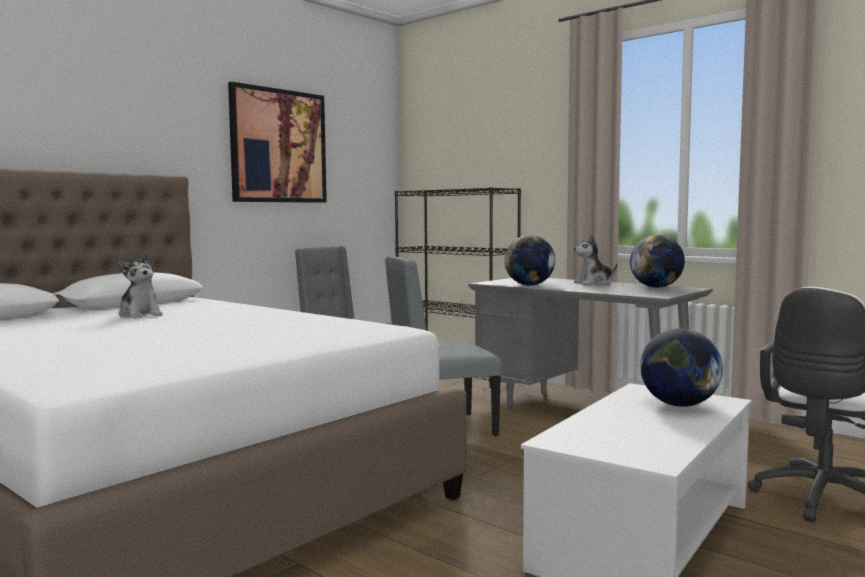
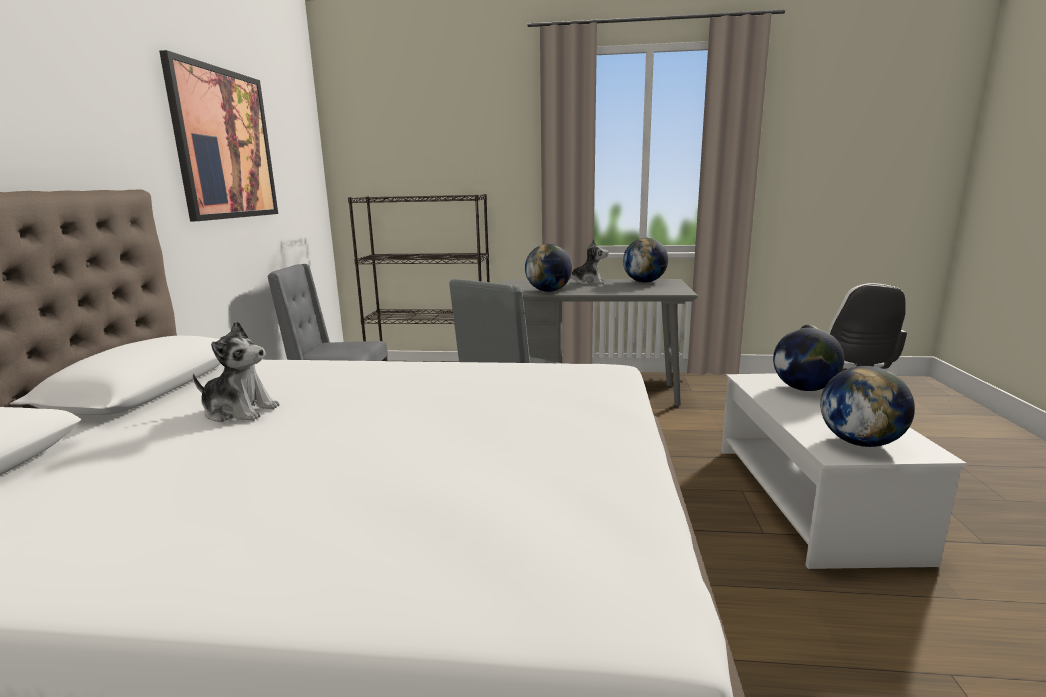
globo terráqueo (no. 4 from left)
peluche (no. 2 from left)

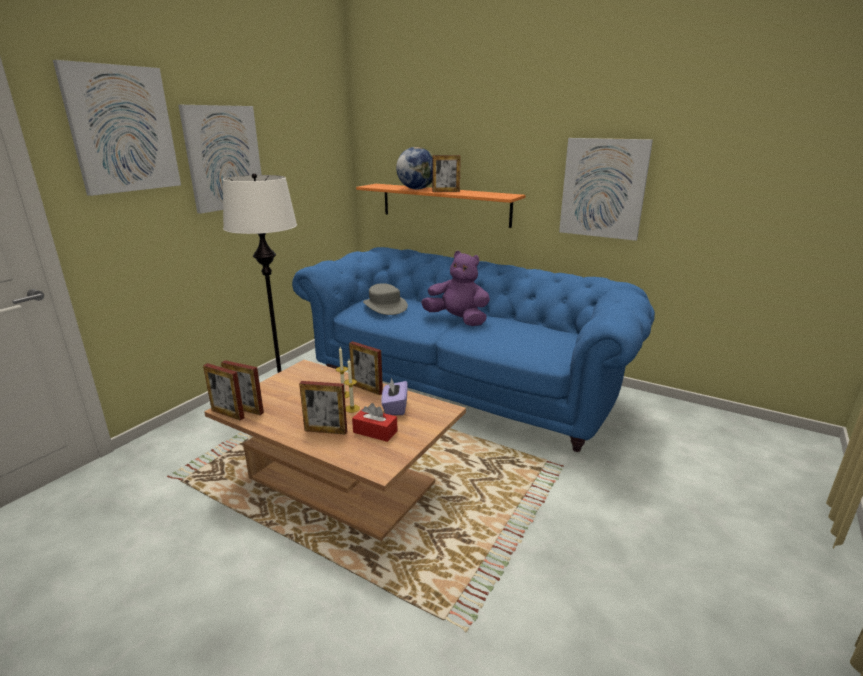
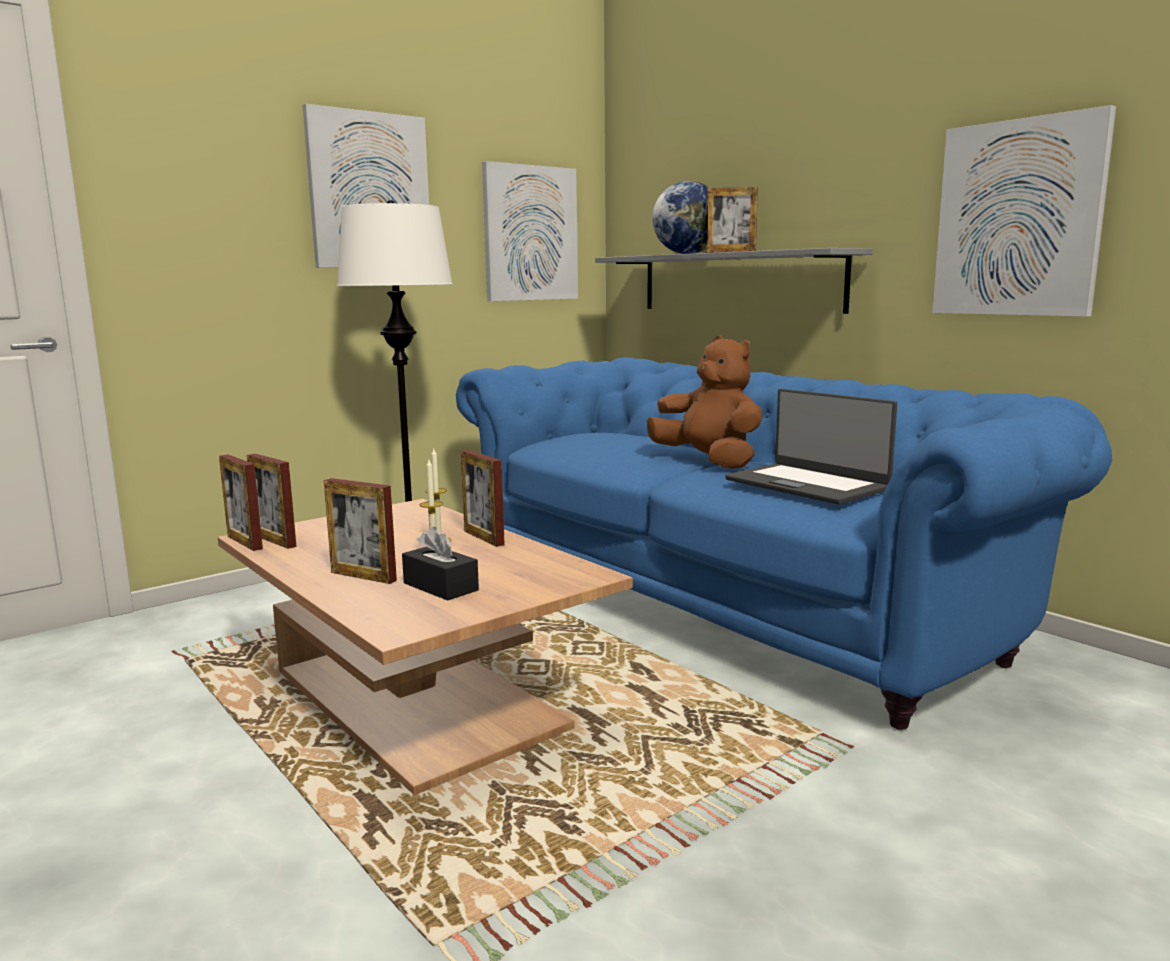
sombrero (gris)
caja de pañuelos (morado)
portátil
cuadro (no. 2 from left)
caja de pañuelos (negro)
estante (gris)
peluche (marrón)

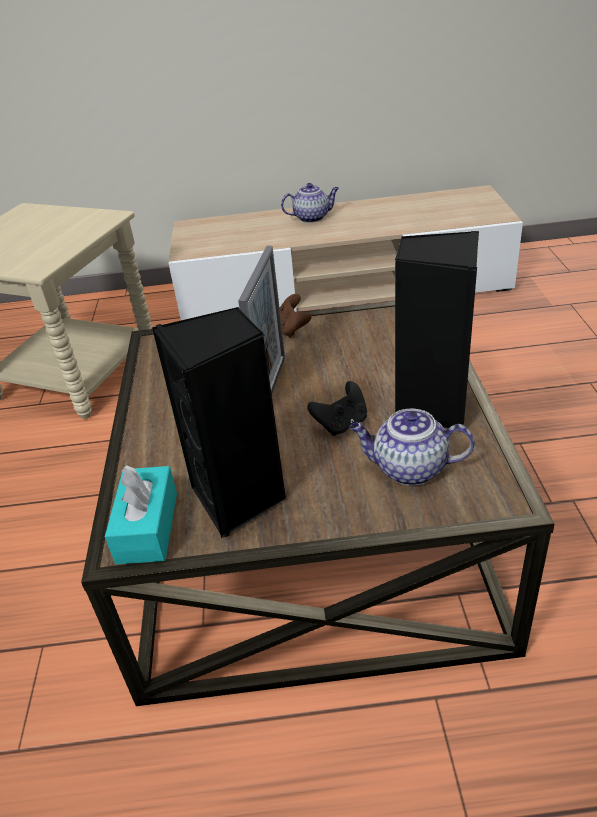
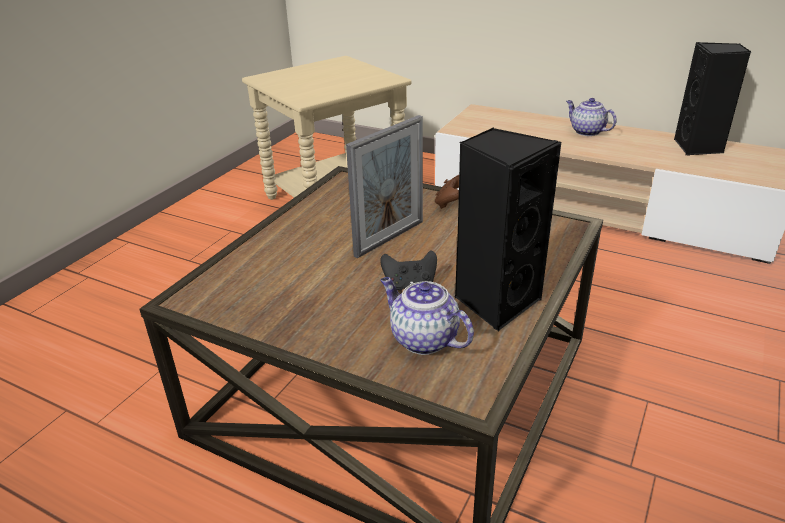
caja de pañuelos (turquesa)
altavoz (negro) (no. 2 from left)
tetera (no. 2 from left)

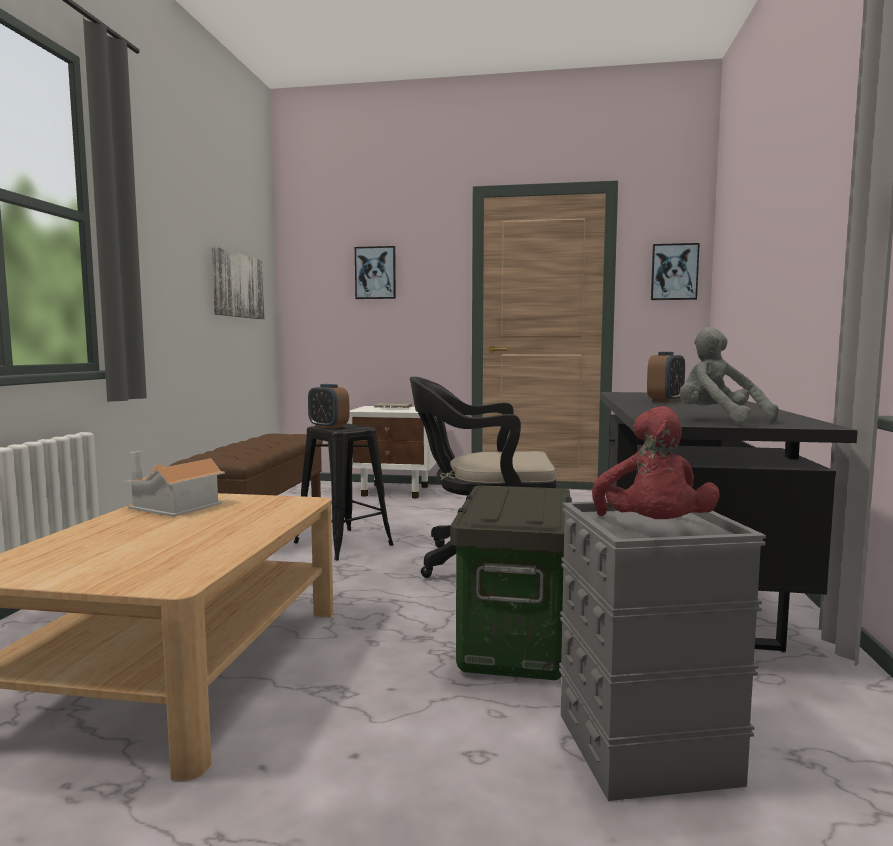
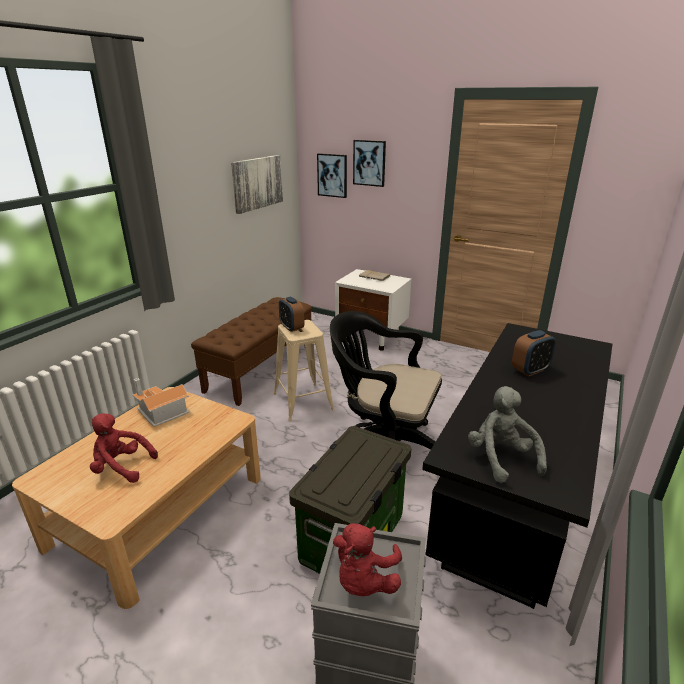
peluche (rojo) (no. 1 from left)
cuadro (no. 2 from left)
taburete (beis)

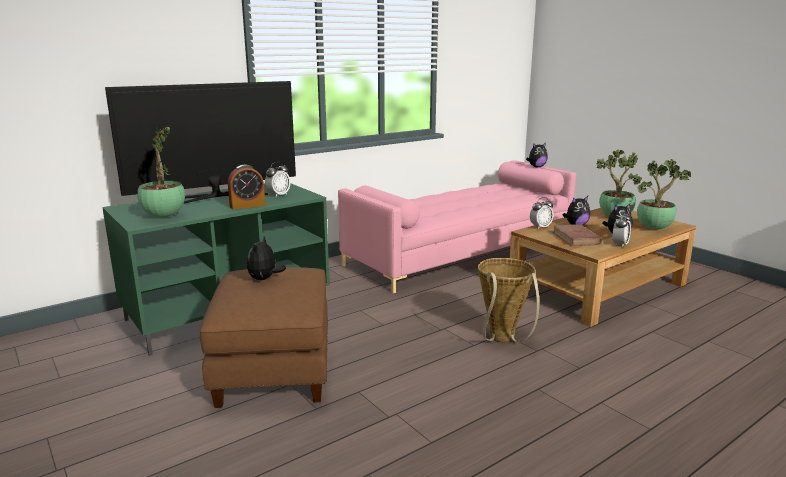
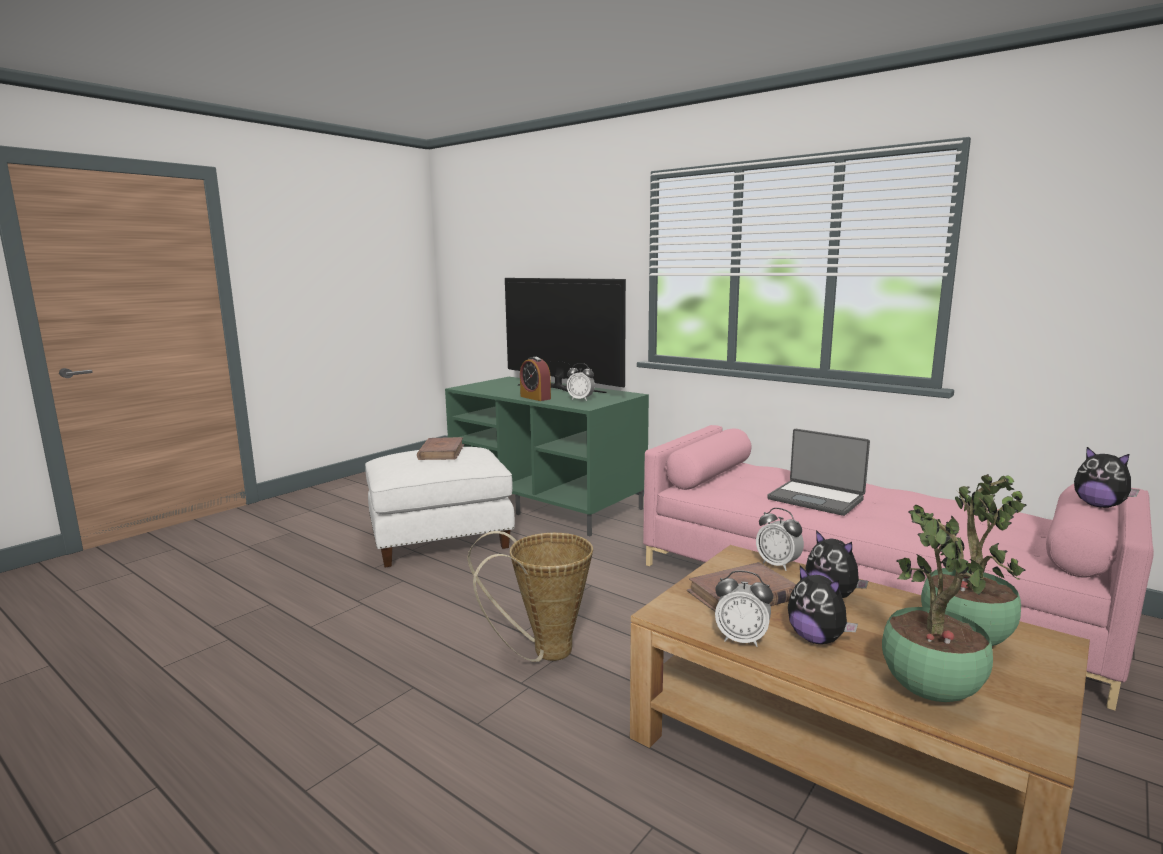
planta en maceta (no. 1 from left in the first image)
portátil
libro (marrón) (no. 1 from left)
puf (blanco)

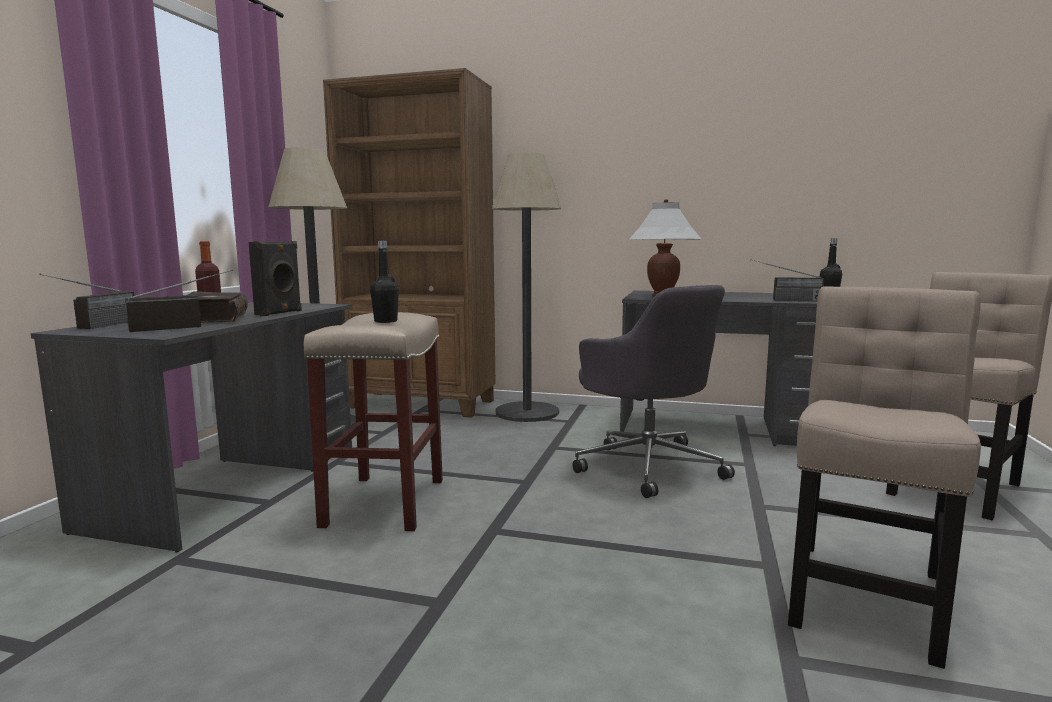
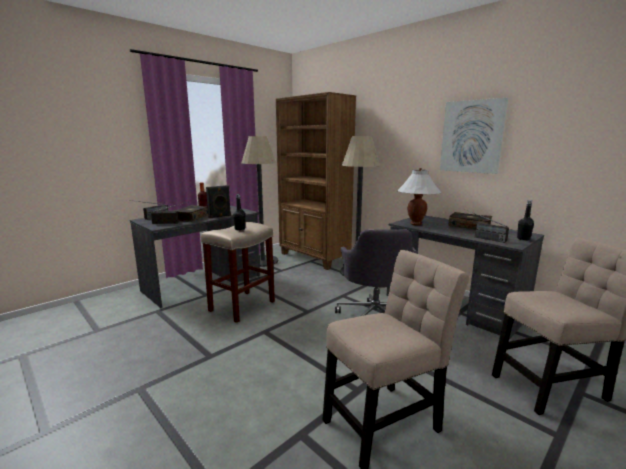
cuadro
libro (no. 2 from left)

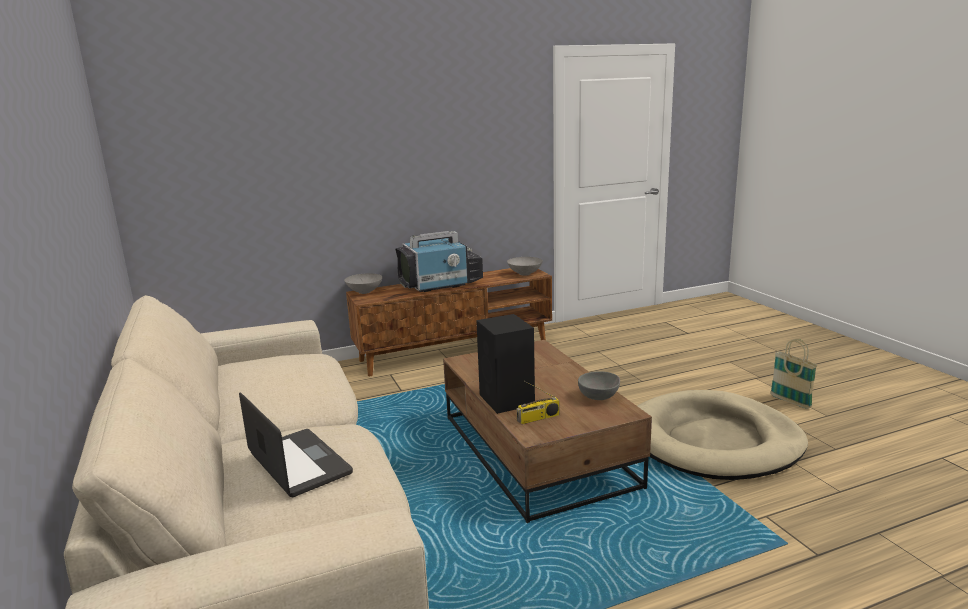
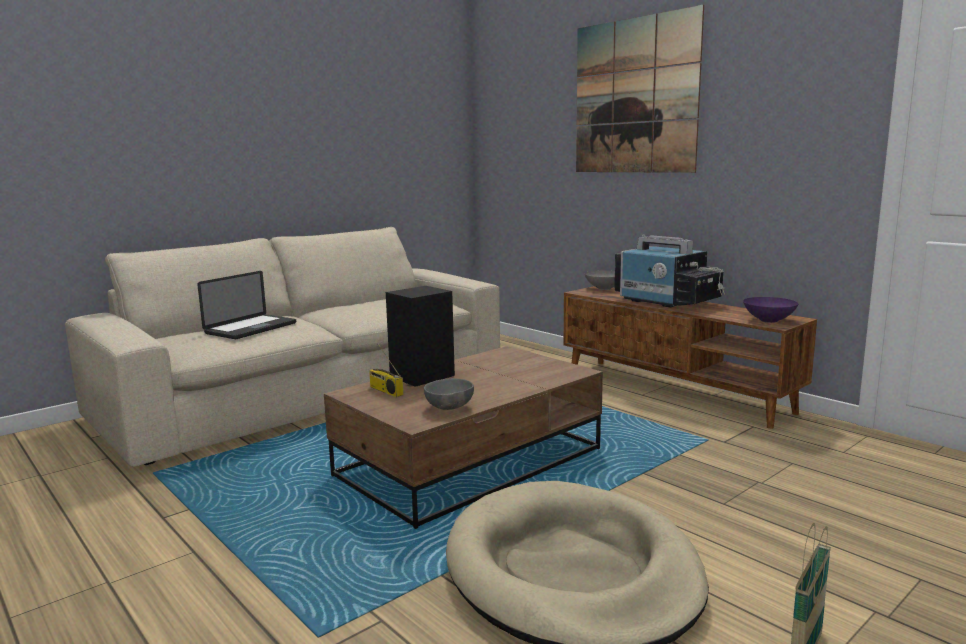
cuadro
cuenco (morado)

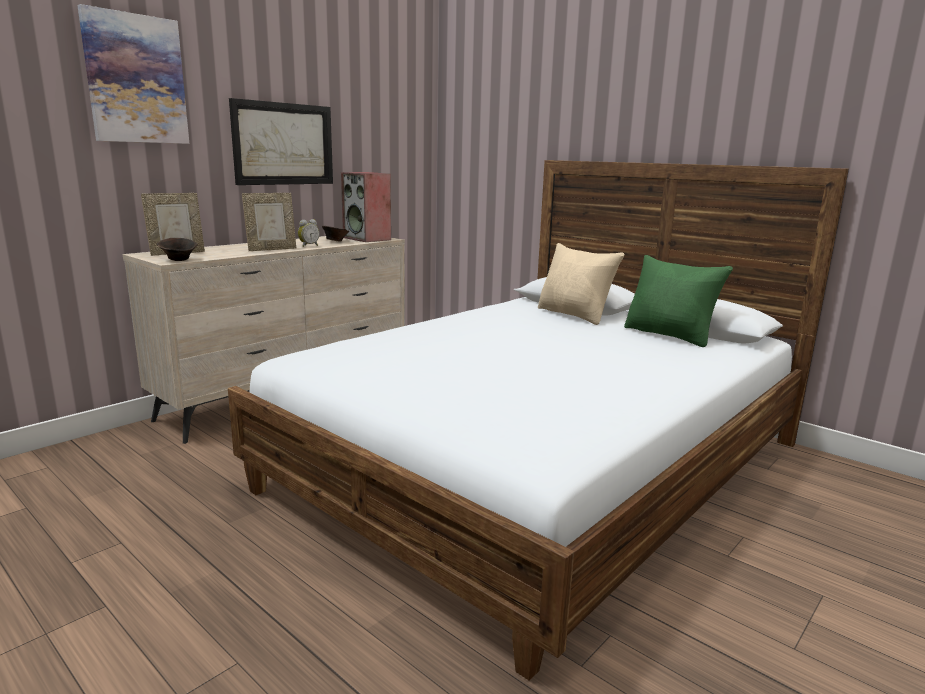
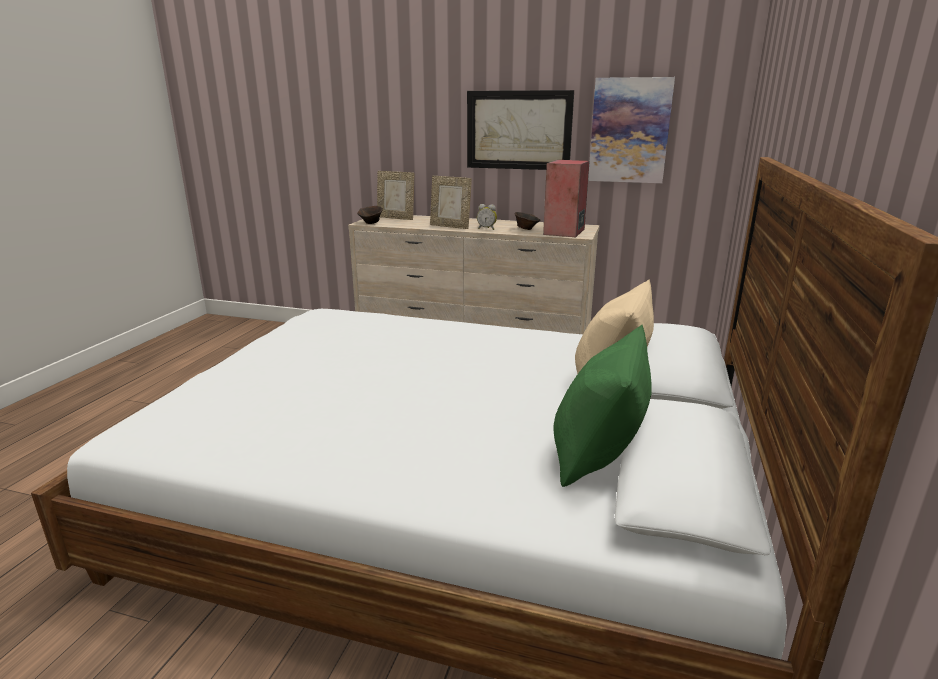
cuadro (no. 2 from left)

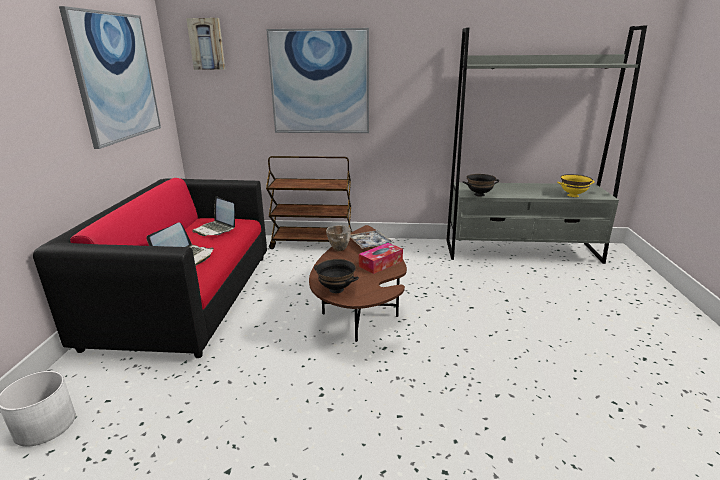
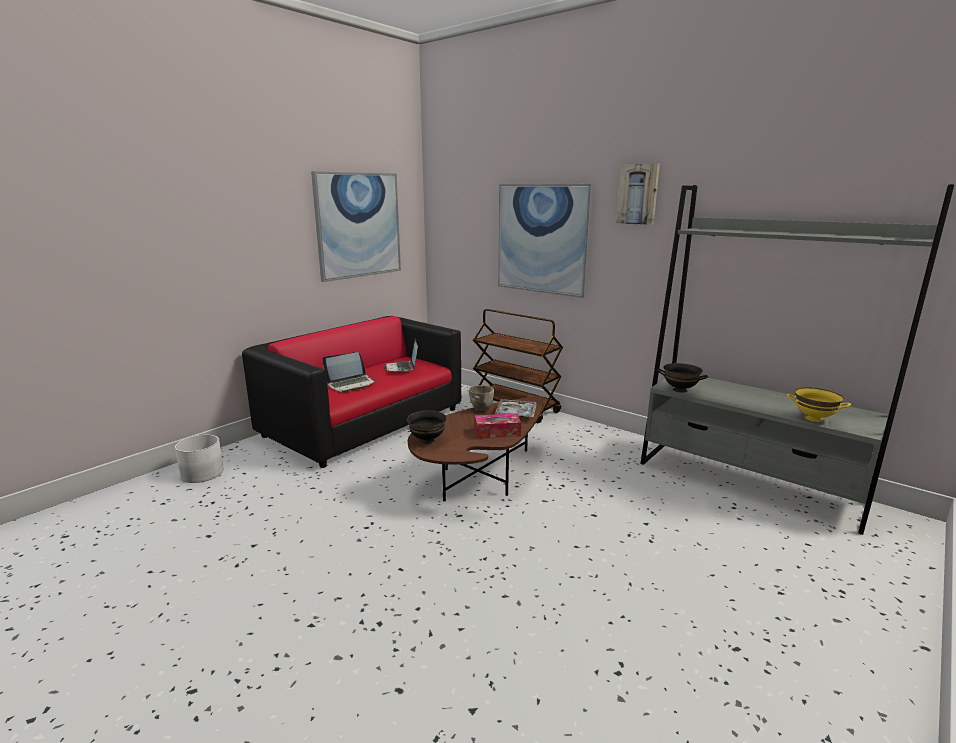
cuadro (no. 3 from left)

